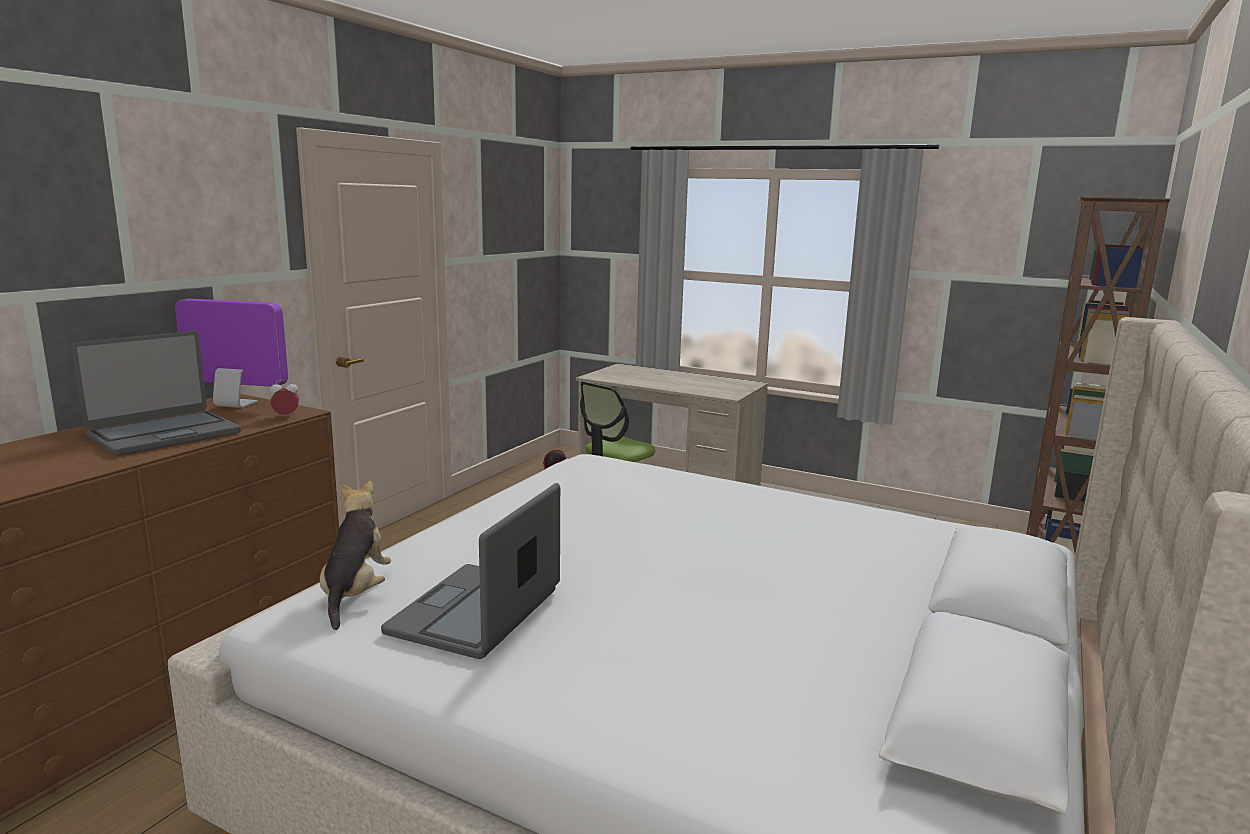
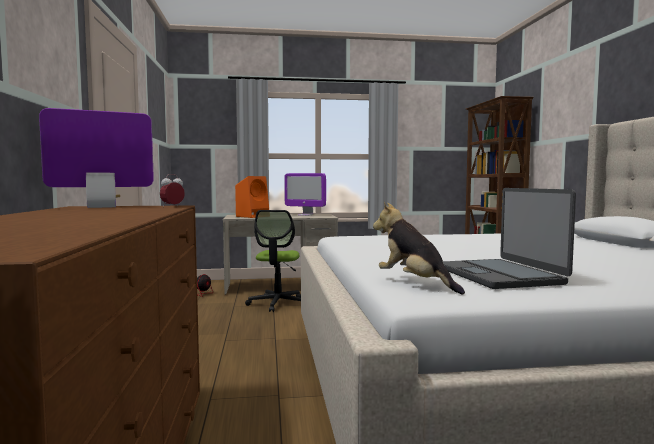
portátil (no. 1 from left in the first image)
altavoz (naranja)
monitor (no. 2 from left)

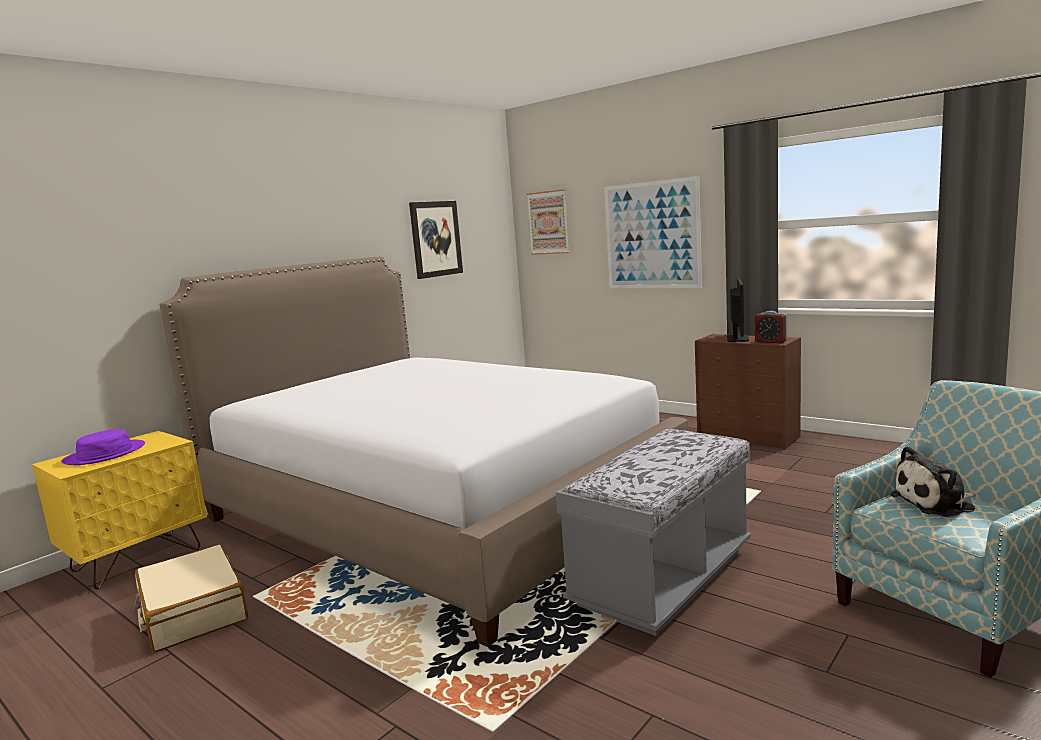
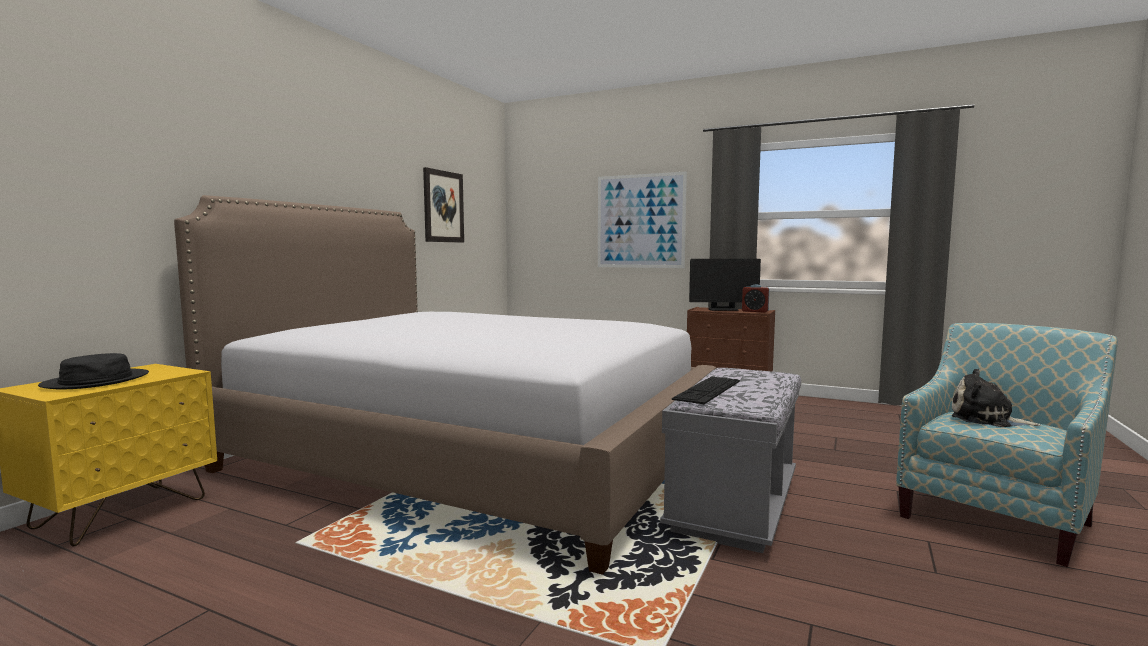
maleta (beis)
cuadro (no. 2 from left in the first image)
teclado
sombrero (negro)
monitor
peluche

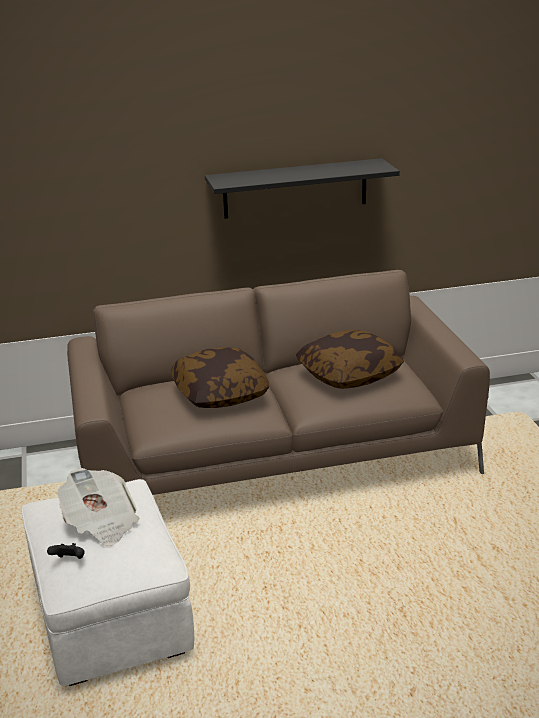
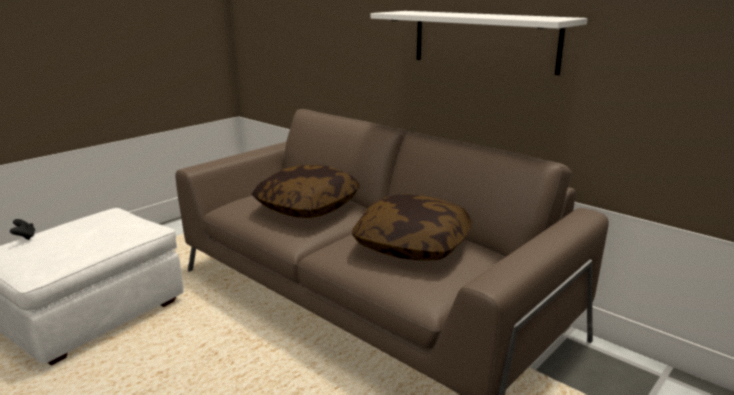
periódico
estante (blanco)

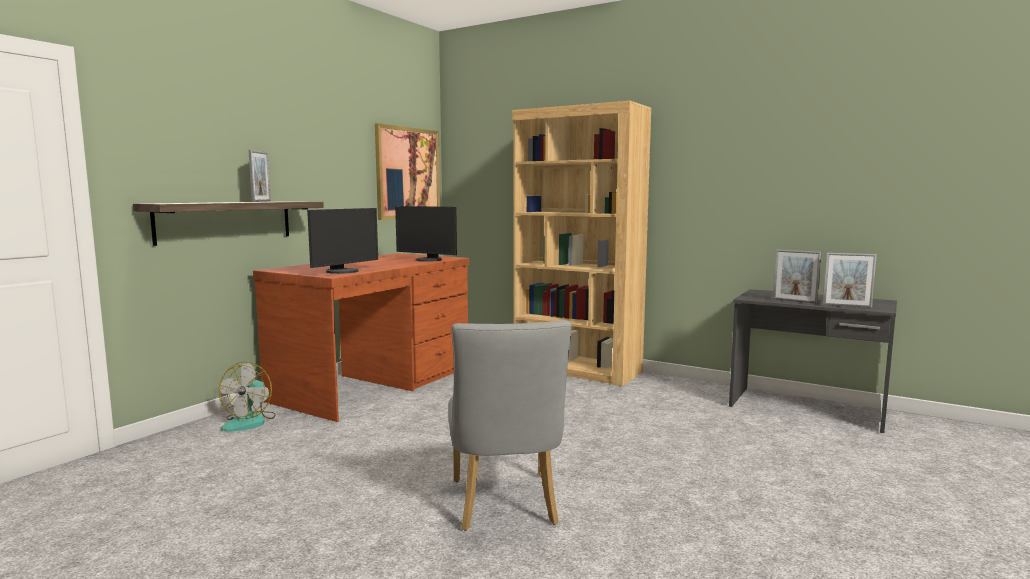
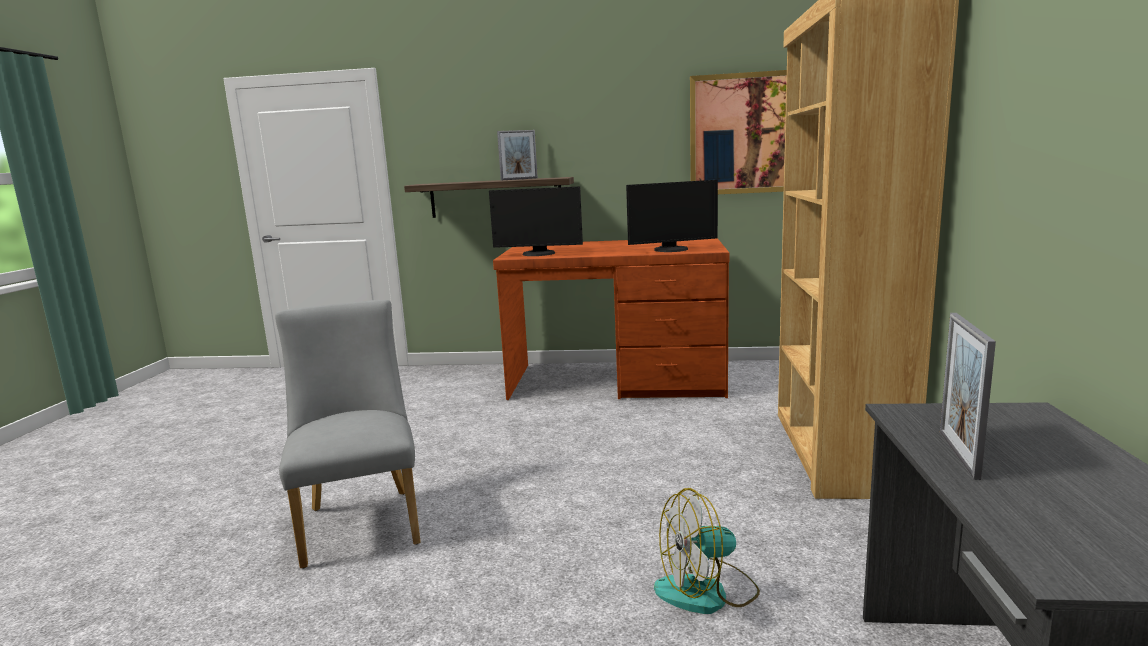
portarretratos (no. 3 from left in the first image)
ventilador
monitor (no. 2 from left)
silla (gris)

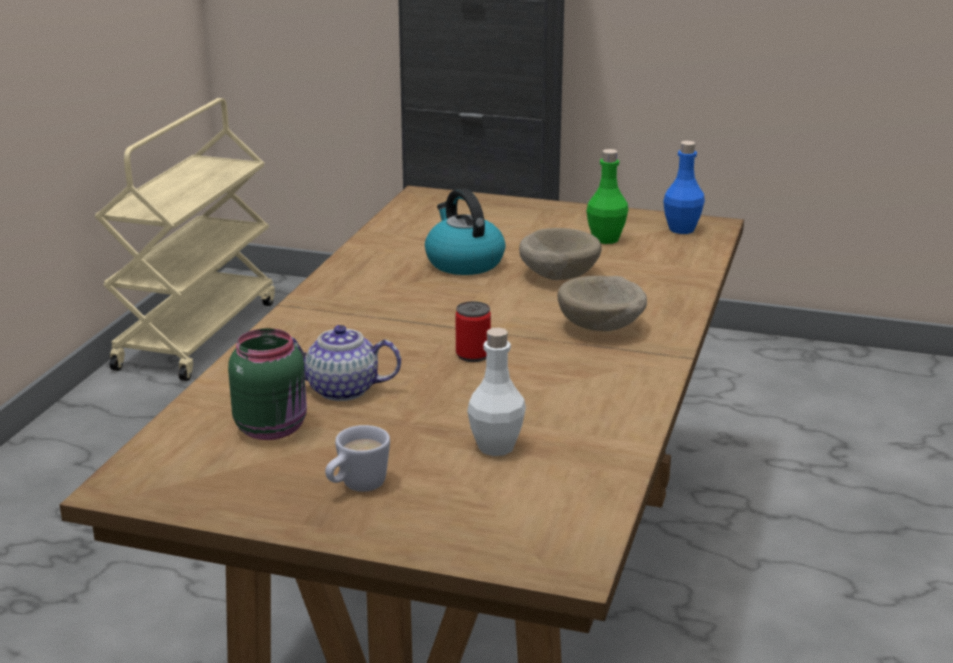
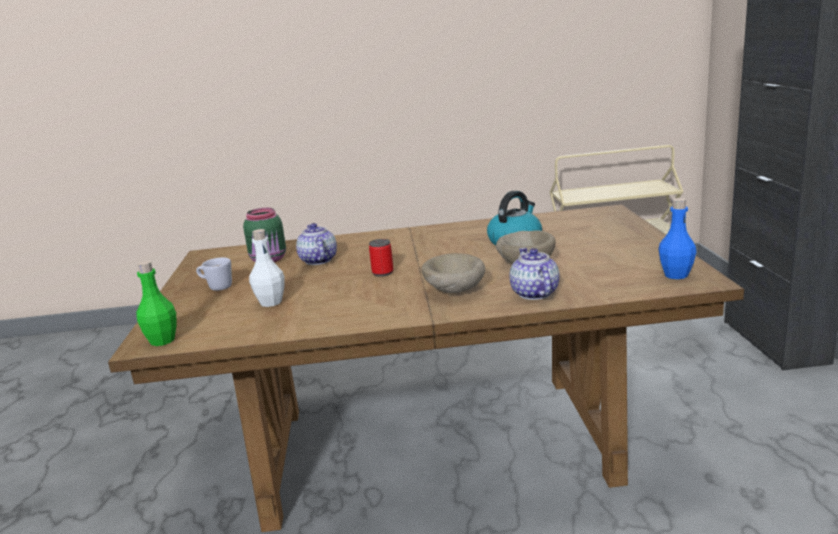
tetera (no. 2 from left)
botella (verde)

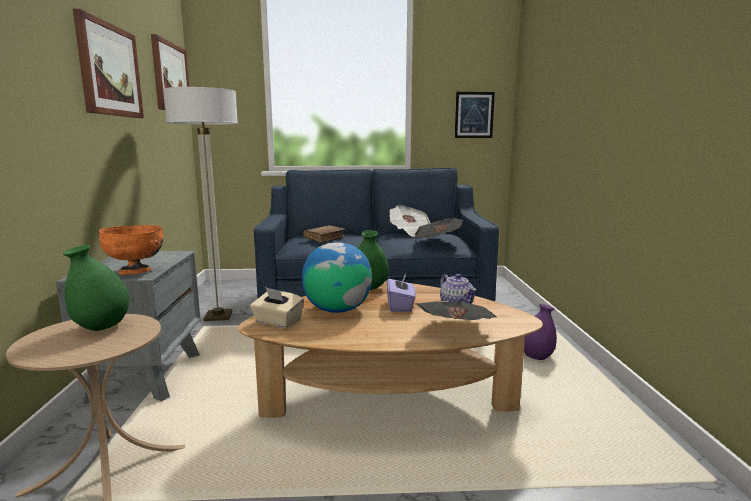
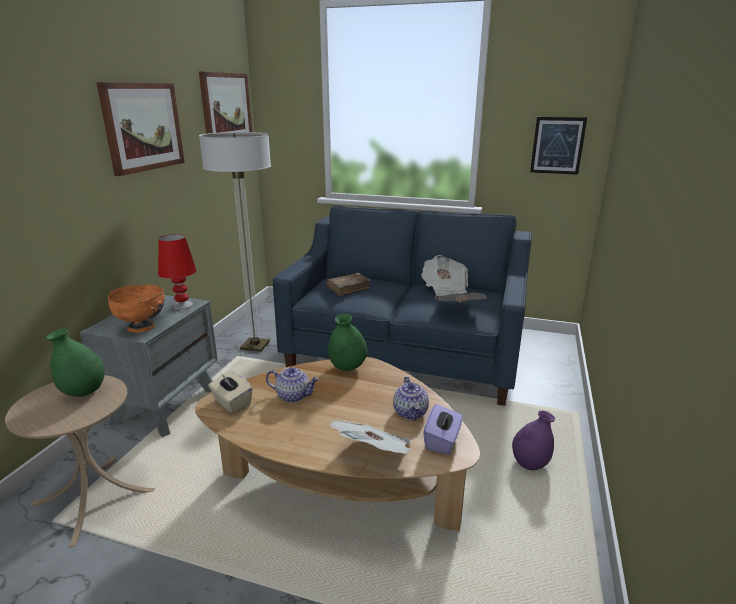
lámpara de mesa (rojo)
caja de pañuelos (morado)
tetera (no. 1 from left)

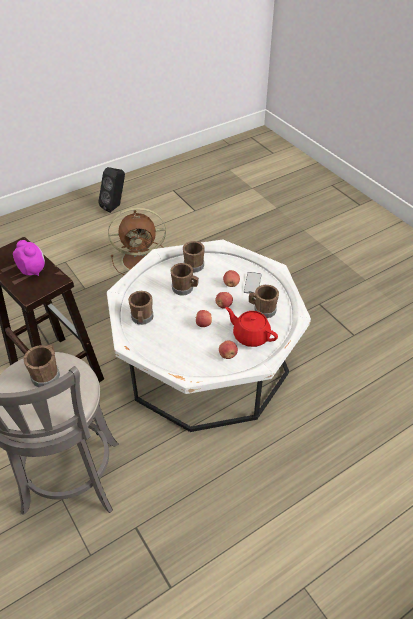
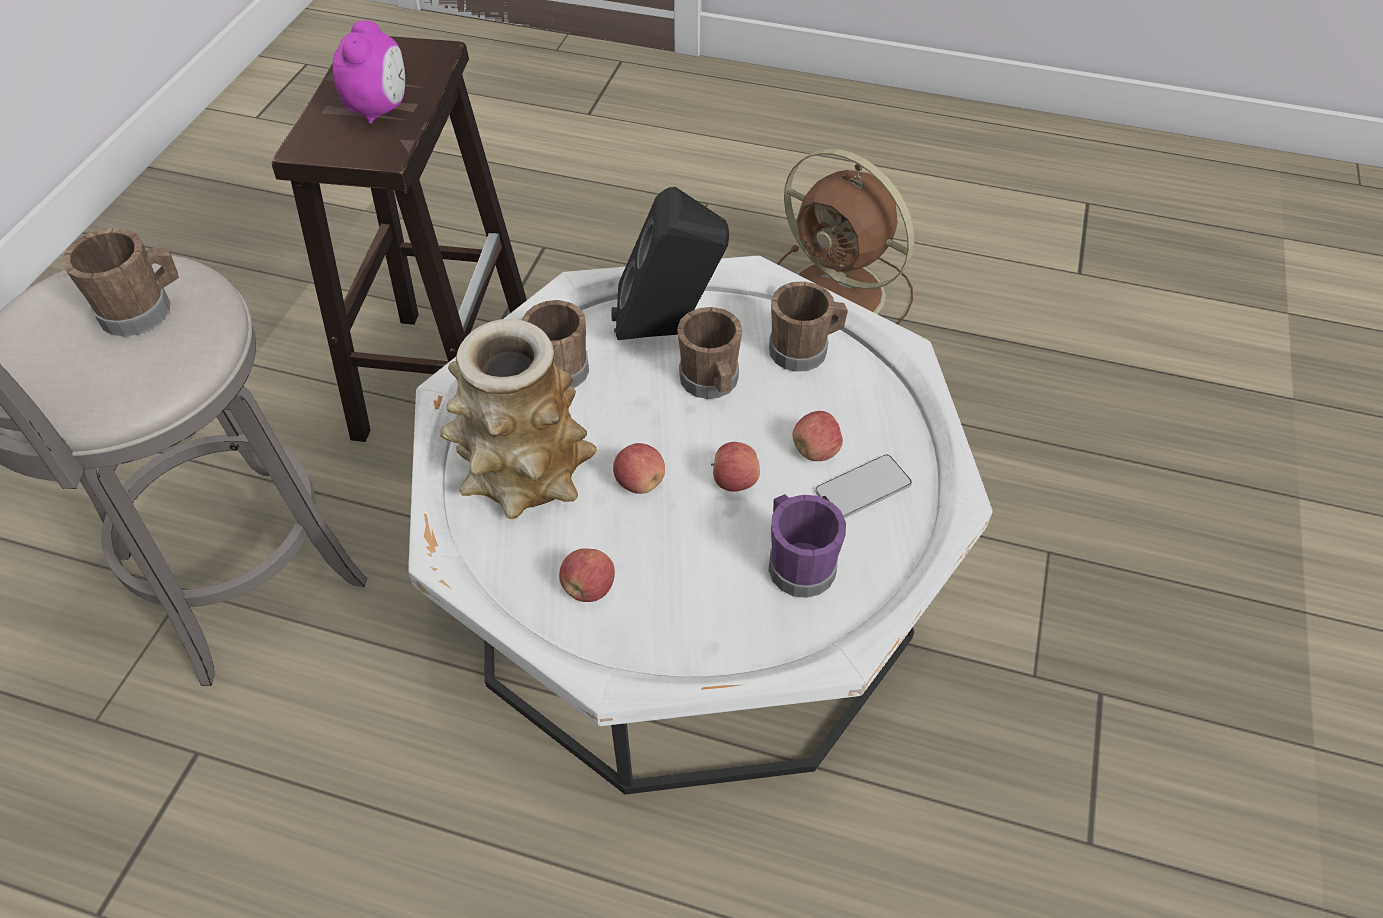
tetera (rojo)
florero
altavoz (negro)
taza grande (morado)

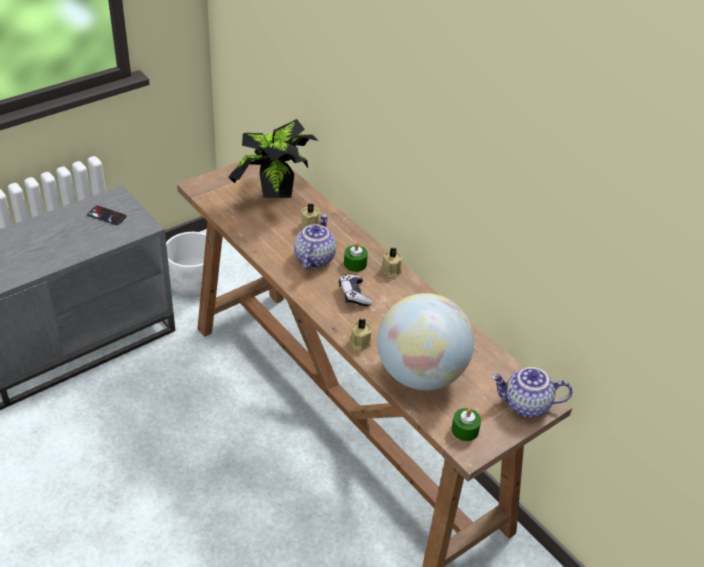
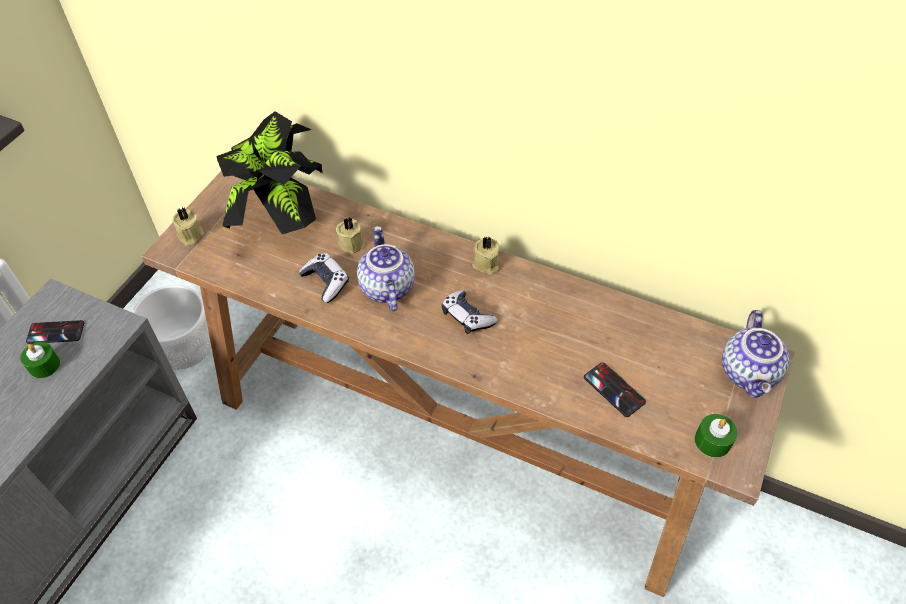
mando de consola (no. 1 from left)
vela (verde) (no. 1 from left)
vela (beis) (no. 1 from left)
móvil (no. 2 from left)
tetera (no. 2 from left)

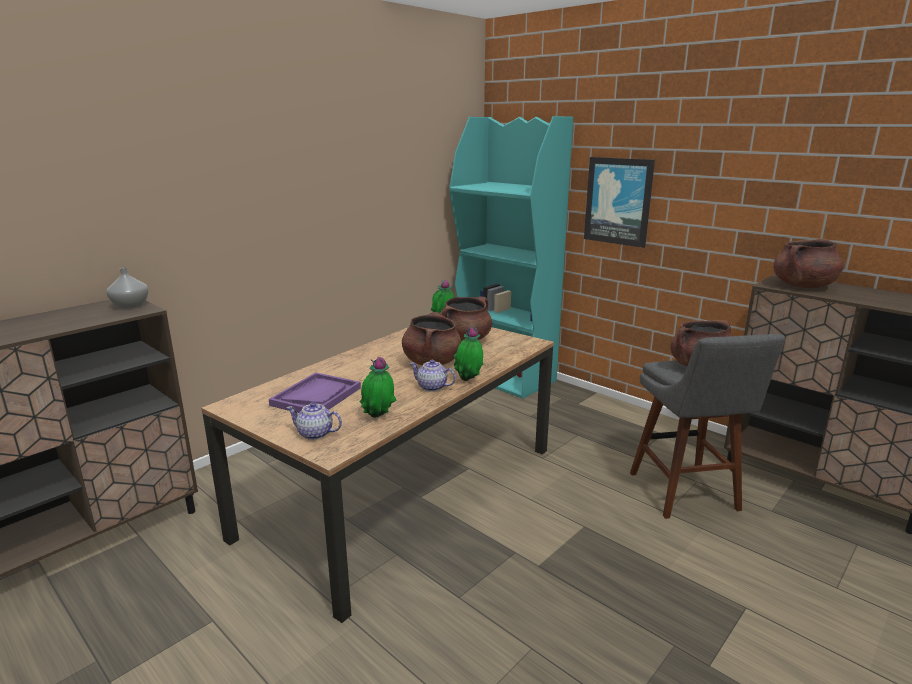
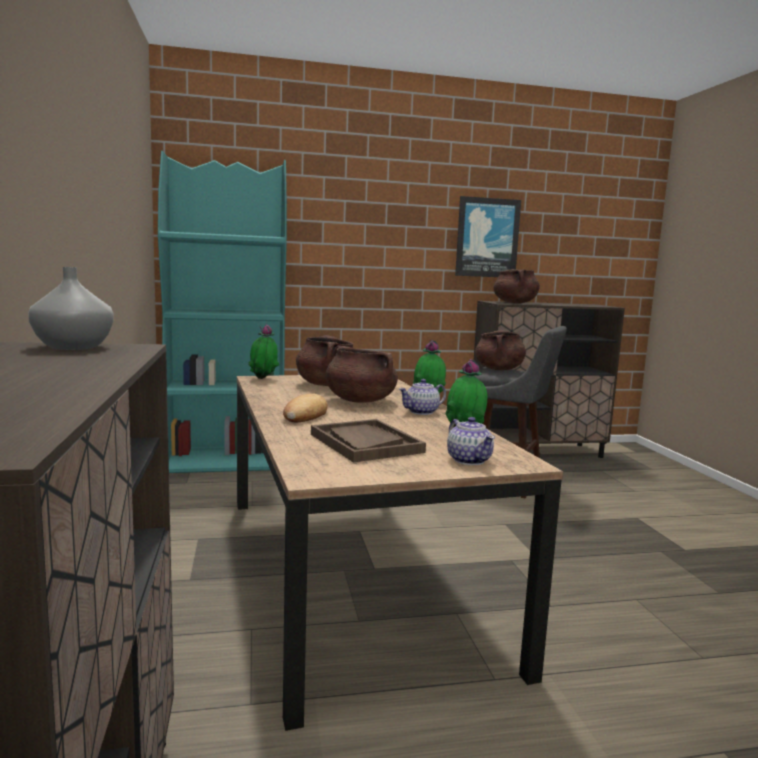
pan
cuadro
bandeja (marrón)
tetera (no. 2 from left)

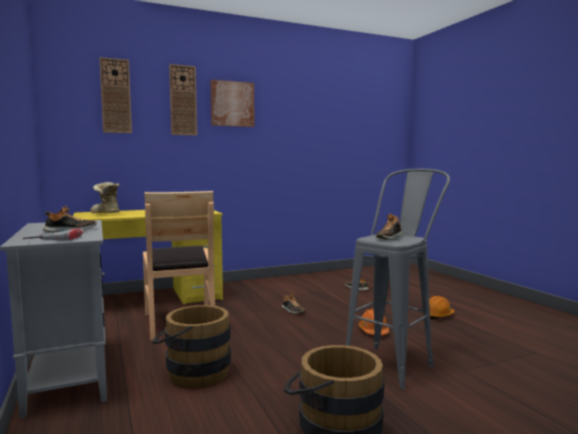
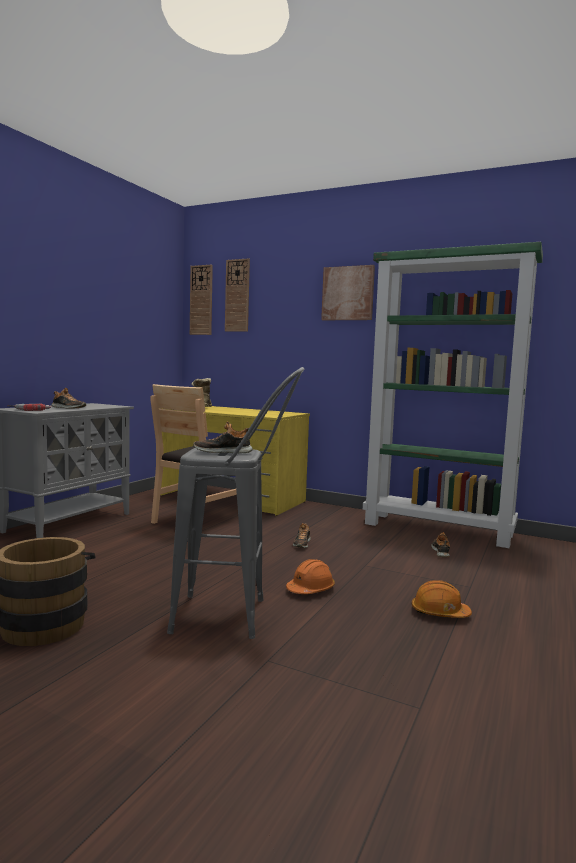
cubo (marrón) (no. 1 from left in the first image)
estantería (verde)
reloj de pared (no. 1 from left)

